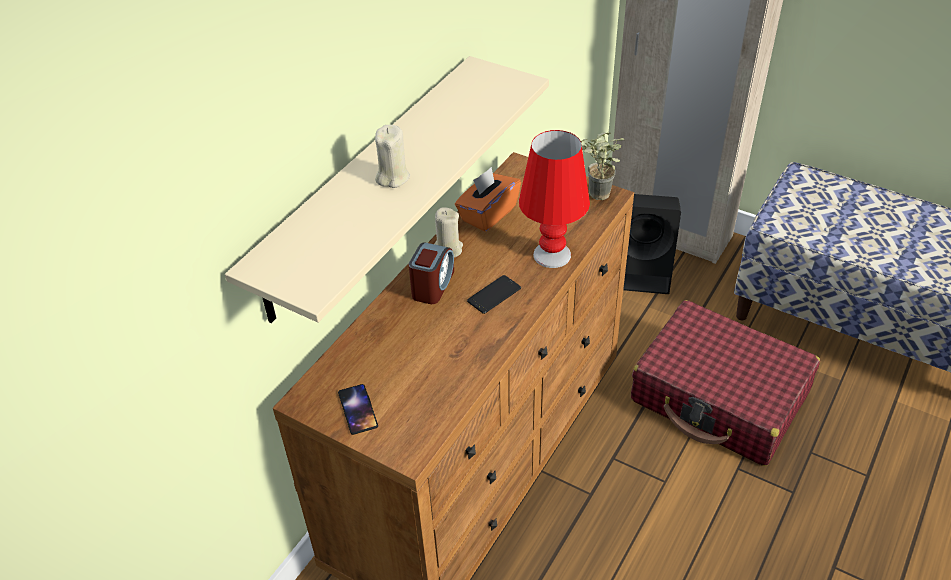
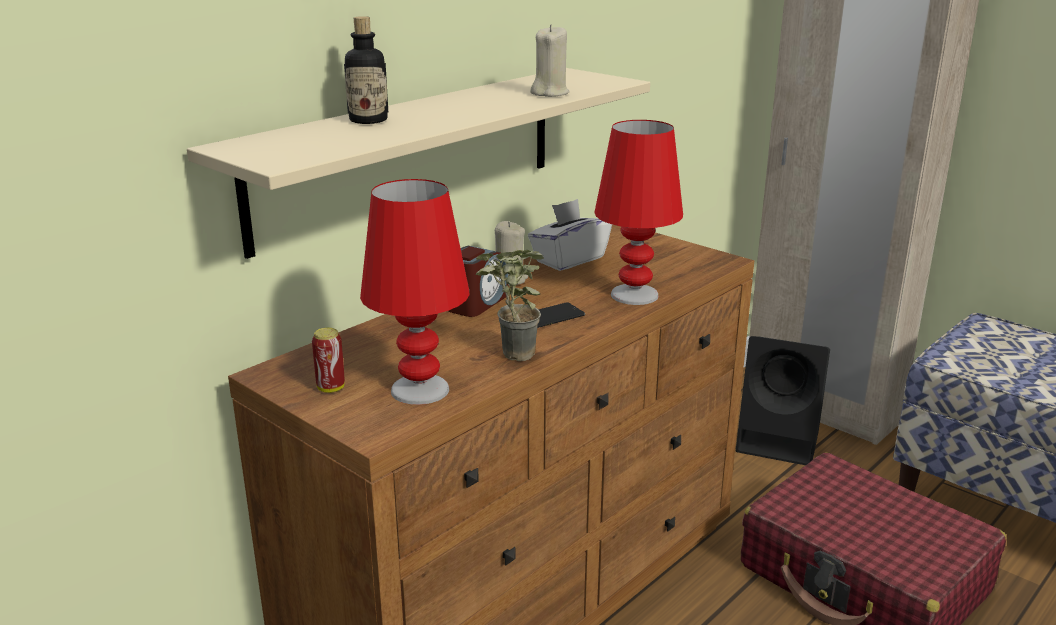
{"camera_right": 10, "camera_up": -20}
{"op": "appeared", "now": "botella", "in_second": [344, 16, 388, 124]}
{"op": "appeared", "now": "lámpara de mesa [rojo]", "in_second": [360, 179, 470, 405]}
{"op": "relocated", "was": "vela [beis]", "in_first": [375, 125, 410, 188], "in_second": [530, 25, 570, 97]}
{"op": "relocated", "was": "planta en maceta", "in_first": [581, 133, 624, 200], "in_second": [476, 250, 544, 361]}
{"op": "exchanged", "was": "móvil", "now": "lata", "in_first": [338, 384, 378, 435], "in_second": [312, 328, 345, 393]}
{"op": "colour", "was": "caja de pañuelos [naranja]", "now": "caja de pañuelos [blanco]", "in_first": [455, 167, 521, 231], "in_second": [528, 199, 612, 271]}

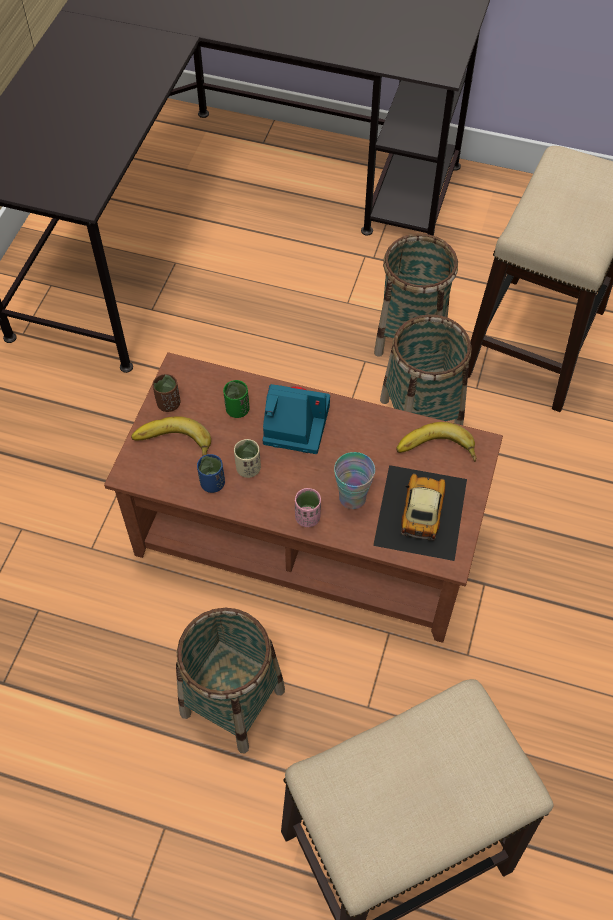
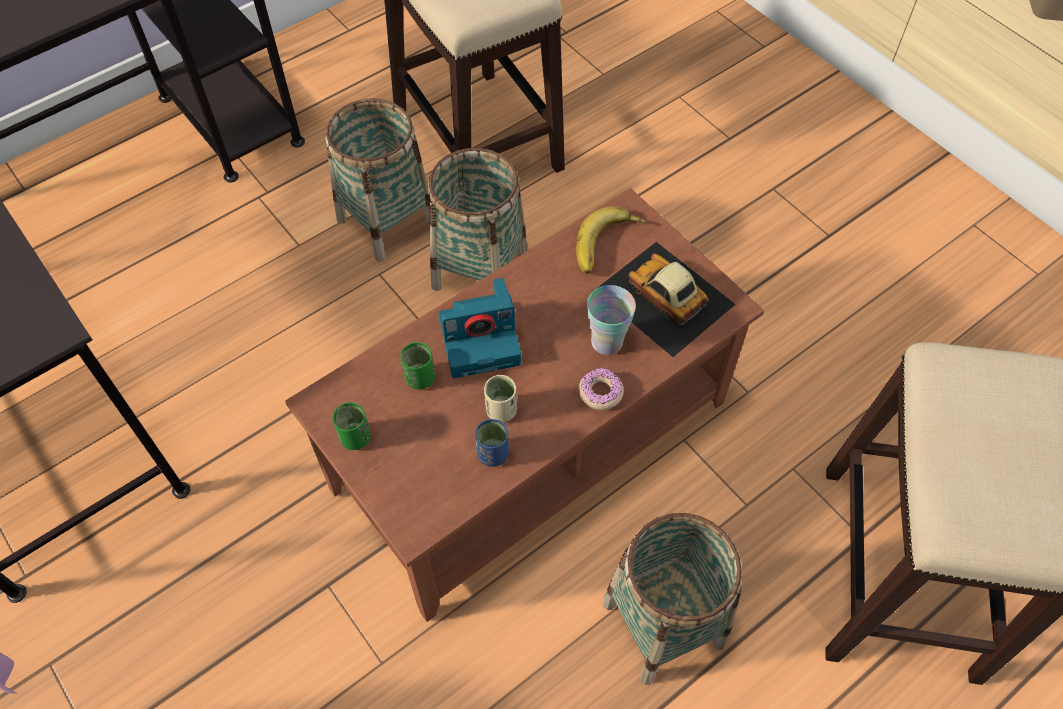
{"camera_right": -55, "camera_up": 0}
{"op": "missing", "was": "plátano", "in_first": [131, 417, 211, 456]}
{"op": "exchanged", "was": "taza [rosa]", "now": "rosquilla", "in_first": [295, 488, 321, 527], "in_second": [579, 368, 624, 410]}
{"op": "colour", "was": "taza [marrón]", "now": "taza [verde]", "in_first": [152, 374, 180, 412], "in_second": [332, 402, 371, 450]}
{"op": "spun", "was": "cámara", "in_first": [263, 384, 330, 454], "in_second": [439, 278, 521, 378], "clockwise": -150}

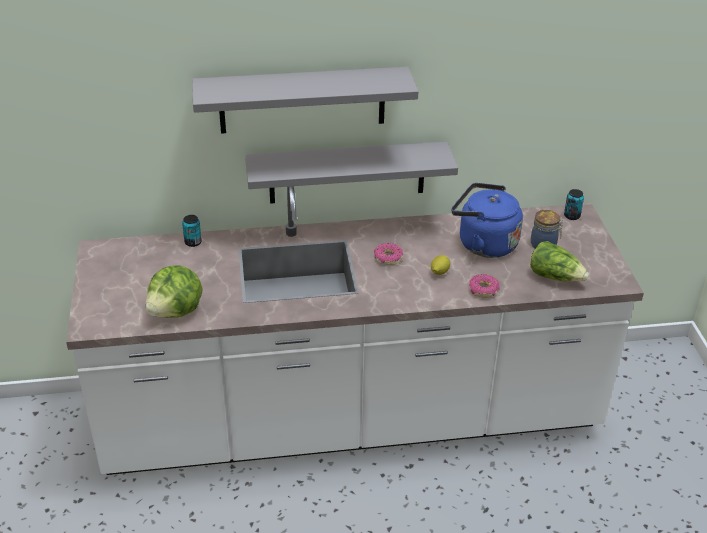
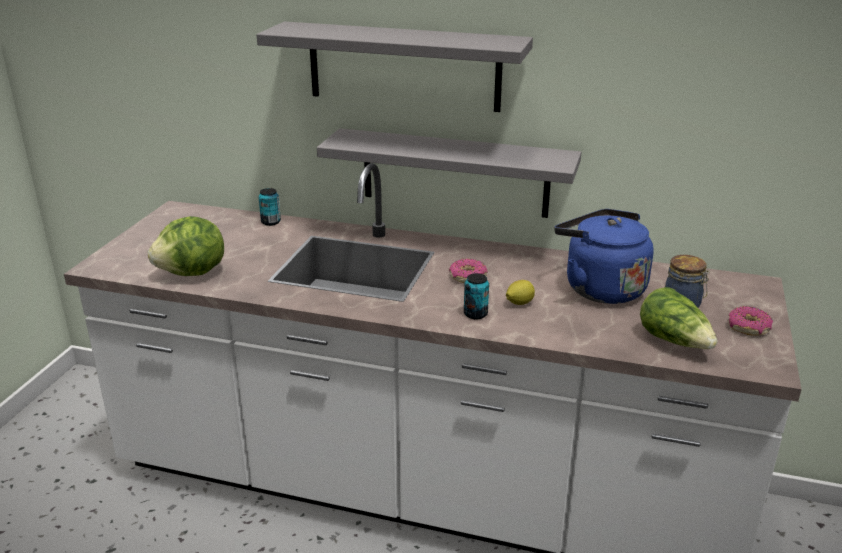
{"camera_right": 25, "camera_up": -10}
{"op": "relocated", "was": "rosquilla", "in_first": [469, 274, 500, 298], "in_second": [728, 306, 773, 336]}
{"op": "relocated", "was": "lata", "in_first": [564, 189, 584, 220], "in_second": [464, 273, 489, 319]}

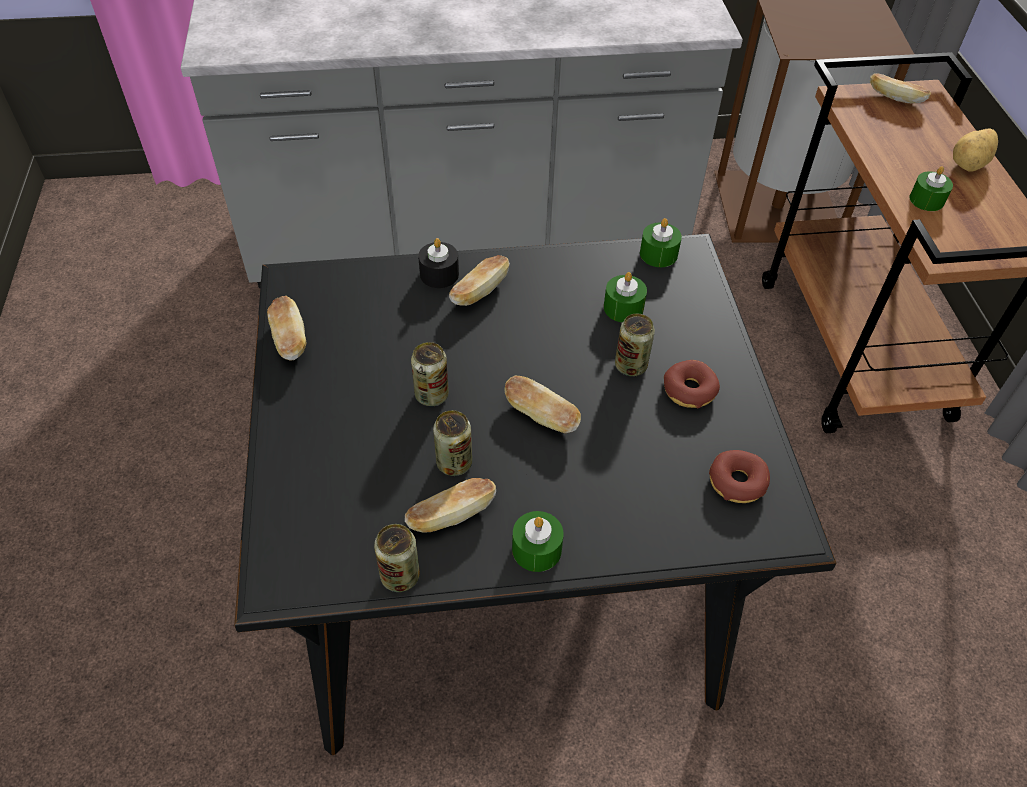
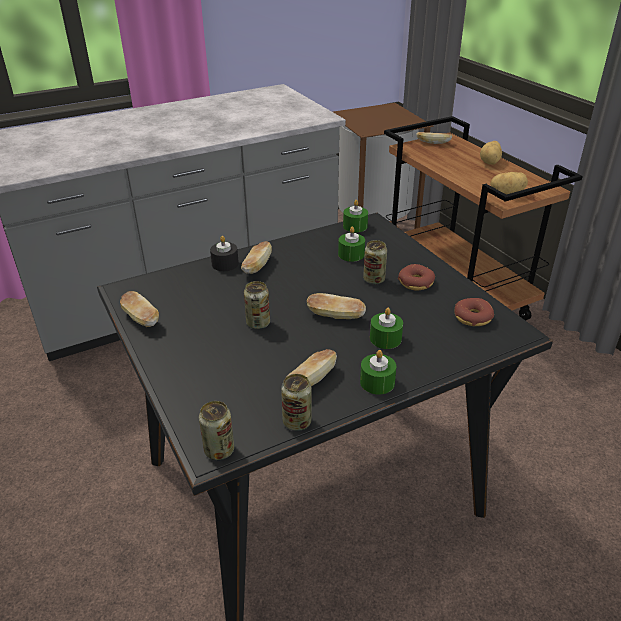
{"camera_right": -20, "camera_up": -15}
{"op": "appeared", "now": "patata", "in_second": [490, 172, 528, 195]}
{"op": "relocated", "was": "lata", "in_first": [433, 410, 472, 476], "in_second": [199, 401, 234, 460]}
{"op": "relocated", "was": "vela [verde]", "in_first": [909, 166, 953, 211], "in_second": [370, 308, 403, 349]}

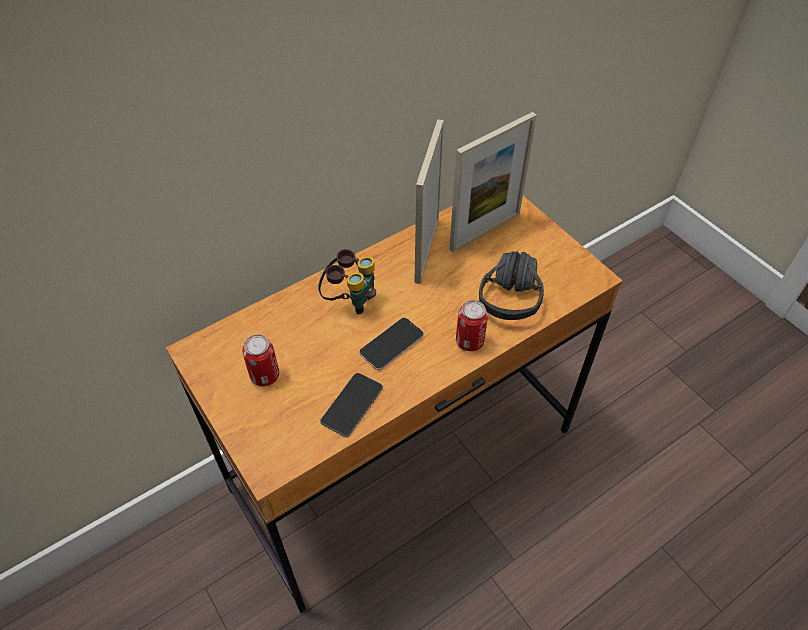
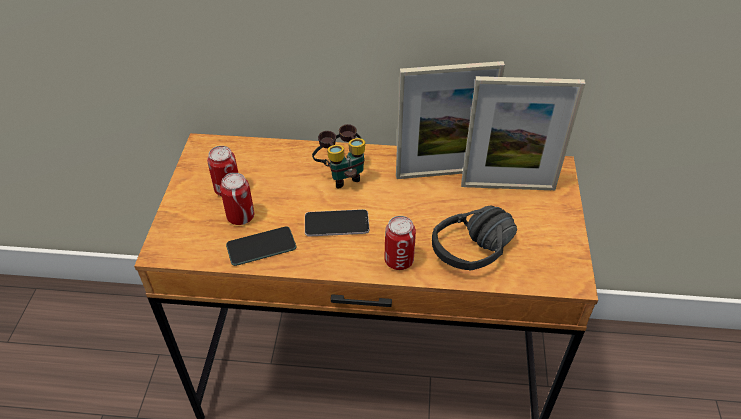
{"camera_right": 40, "camera_up": -5}
{"op": "appeared", "now": "lata", "in_second": [220, 173, 254, 225]}
{"op": "spun", "was": "portarretratos", "in_first": [414, 119, 444, 284], "in_second": [396, 61, 505, 179], "clockwise": -150}

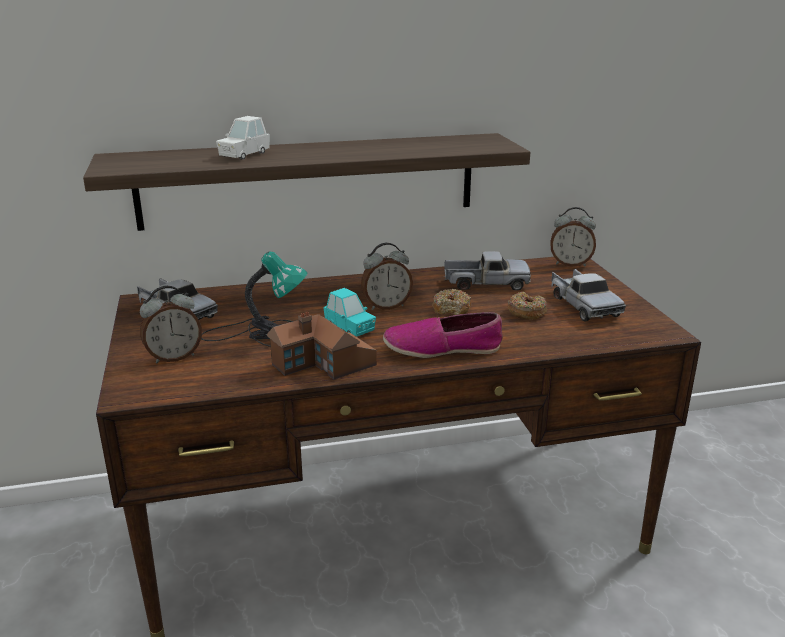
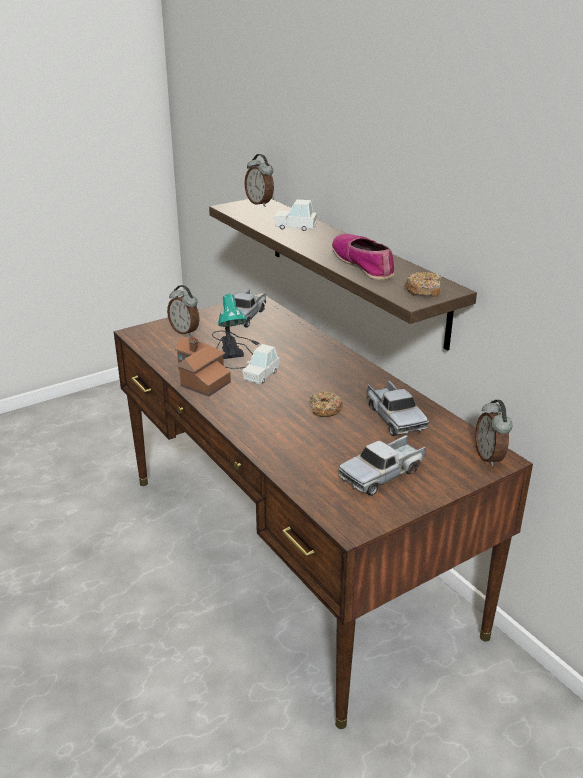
{"camera_right": 70, "camera_up": 5}
{"op": "relocated", "was": "despertador", "in_first": [361, 243, 413, 310], "in_second": [245, 154, 274, 207]}
{"op": "relocated", "was": "zapato", "in_first": [383, 312, 503, 358], "in_second": [332, 234, 395, 280]}
{"op": "relocated", "was": "rosquilla", "in_first": [508, 292, 547, 320], "in_second": [405, 272, 442, 298]}
{"op": "colour", "was": "coche de juguete [turquesa]", "now": "coche de juguete [blanco]", "in_first": [323, 288, 376, 337], "in_second": [242, 344, 280, 384]}

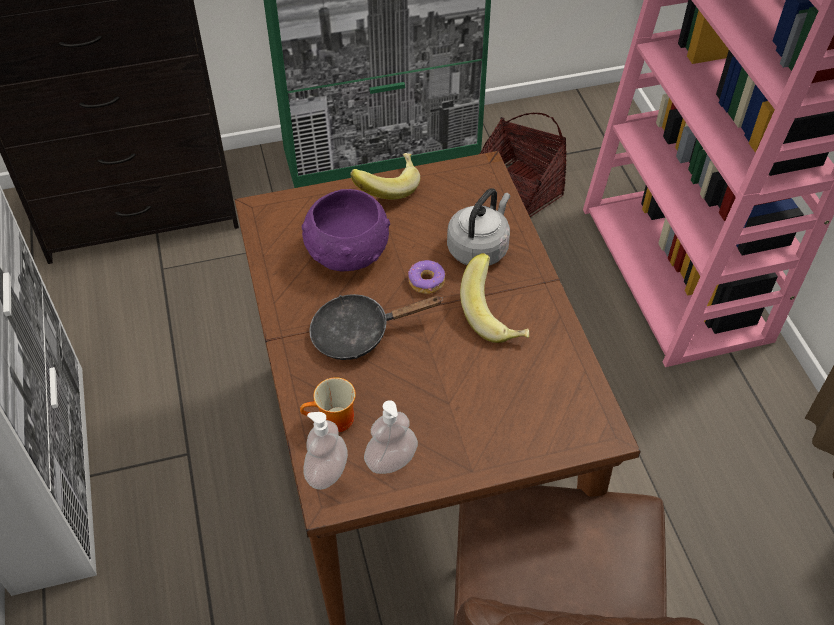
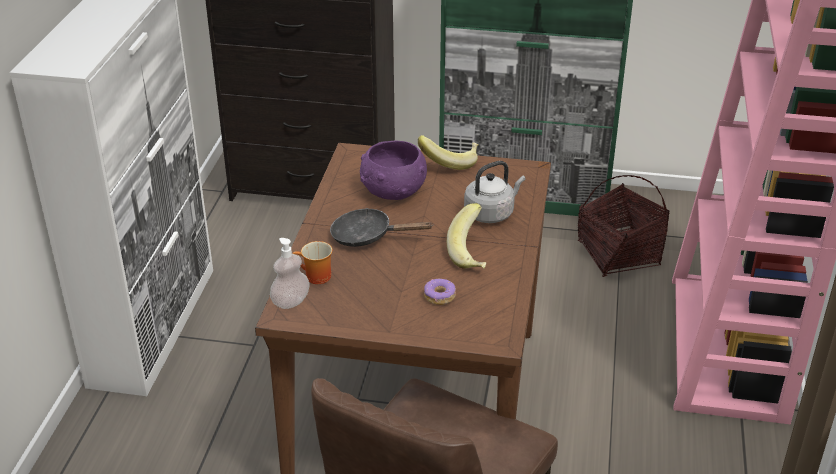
{"camera_right": 25, "camera_up": -15}
{"op": "missing", "was": "dispensador de jabón", "in_first": [364, 400, 418, 474]}
{"op": "relocated", "was": "rosquilla", "in_first": [408, 260, 445, 294], "in_second": [424, 279, 456, 305]}

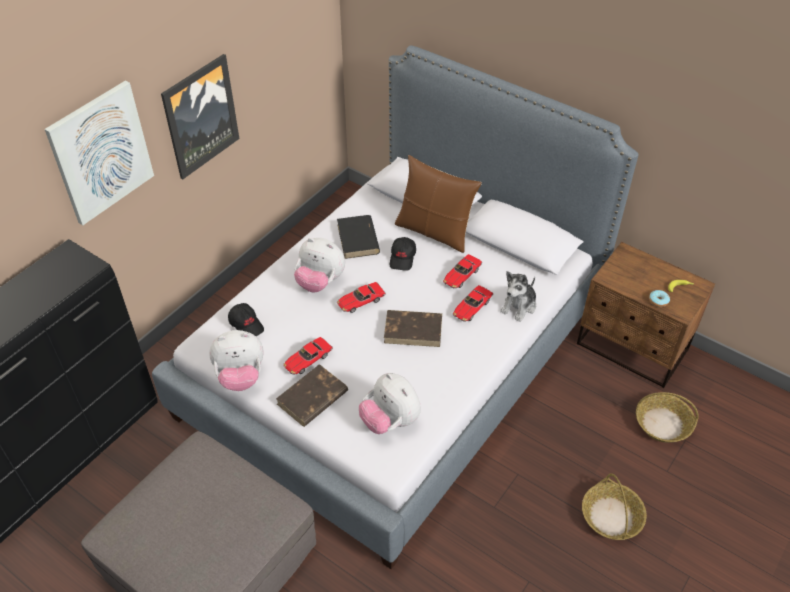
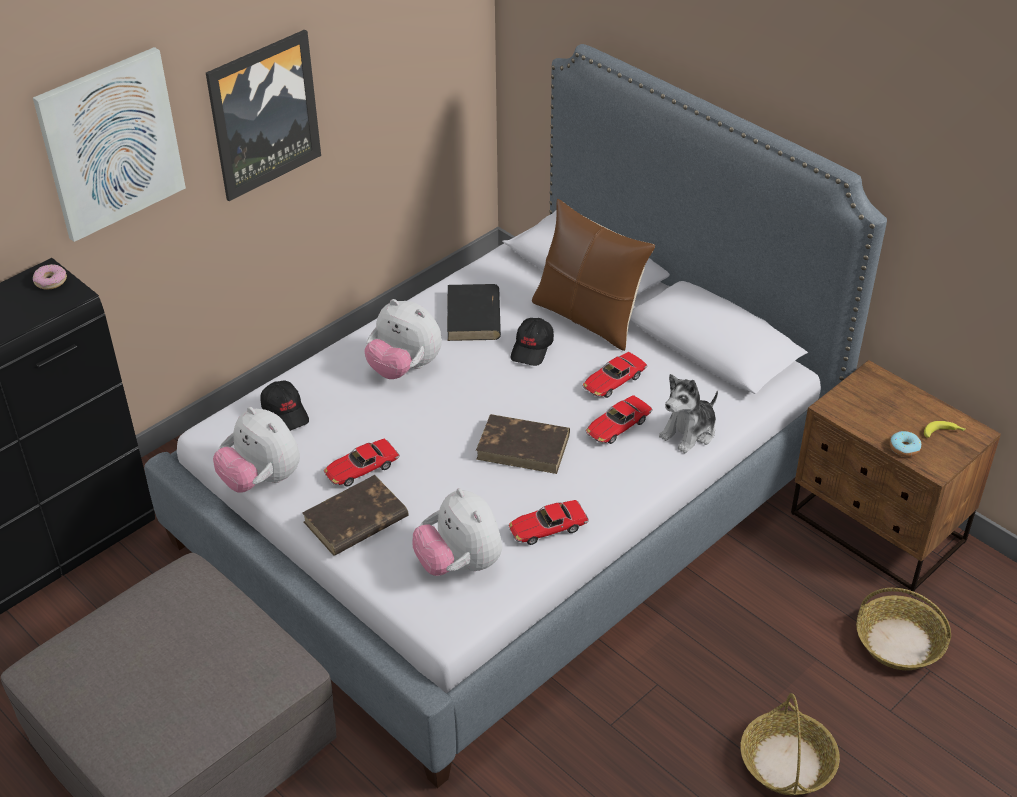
{"camera_right": 10, "camera_up": -5}
{"op": "appeared", "now": "rosquilla", "in_second": [33, 264, 67, 290]}
{"op": "relocated", "was": "coche de juguete", "in_first": [337, 282, 386, 313], "in_second": [508, 500, 589, 545]}
{"op": "spun", "was": "peluche", "in_first": [209, 330, 263, 391], "in_second": [213, 407, 300, 493], "clockwise": 45}

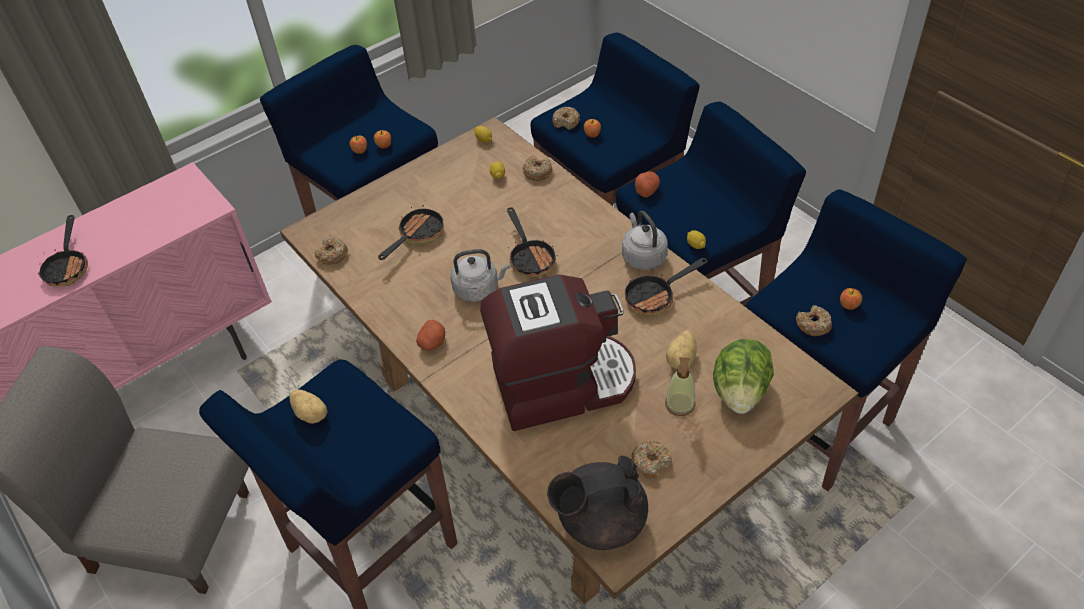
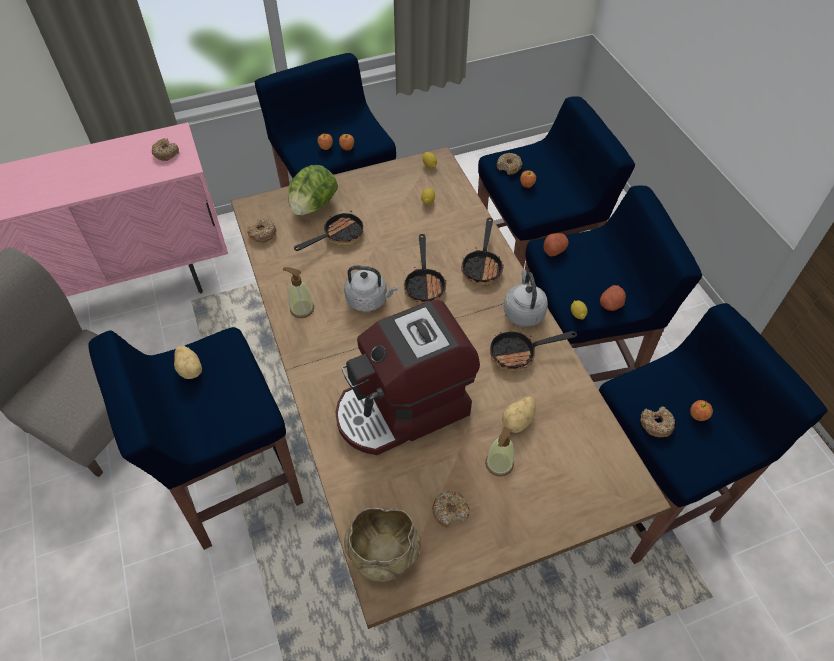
{"camera_right": 15, "camera_up": 5}
{"op": "appeared", "now": "dispensador de jabón", "in_second": [282, 267, 314, 318]}
{"op": "relocated", "was": "sartén", "in_first": [38, 215, 88, 286], "in_second": [461, 218, 504, 285]}
{"op": "relocated", "was": "patata", "in_first": [416, 320, 445, 351], "in_second": [600, 285, 626, 311]}
{"op": "relocated", "was": "rosquilla", "in_first": [523, 156, 553, 181], "in_second": [152, 138, 179, 161]}
{"op": "relocated", "was": "lechuga", "in_first": [713, 339, 774, 414], "in_second": [288, 165, 338, 215]}
{"op": "exchanged", "was": "tetera [negro]", "now": "cuenco [beis]", "in_first": [547, 455, 648, 550], "in_second": [344, 507, 421, 582]}
{"op": "spun", "was": "cafetera", "in_first": [480, 274, 636, 431], "in_second": [336, 300, 480, 455], "clockwise": 150}

